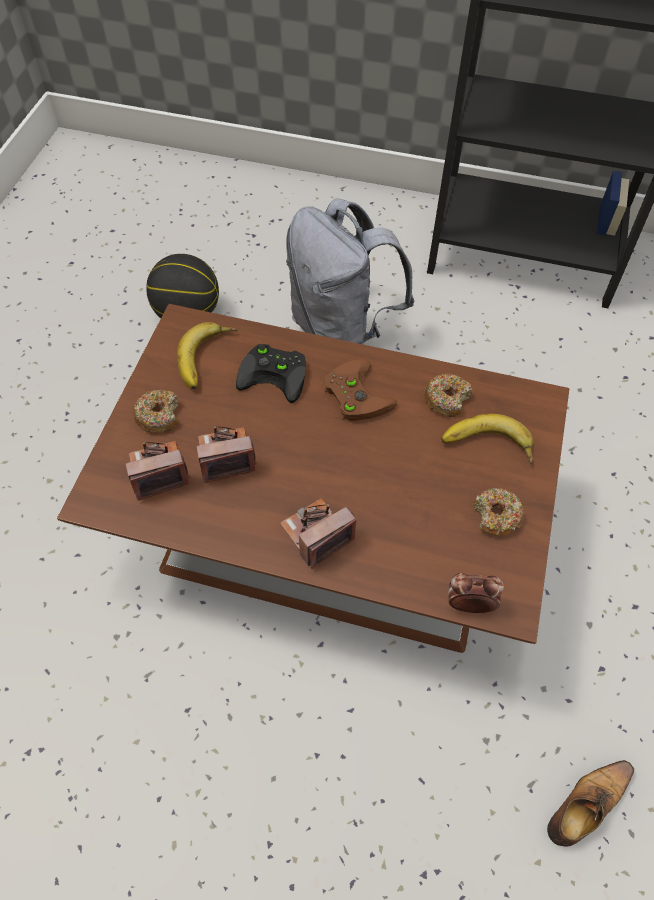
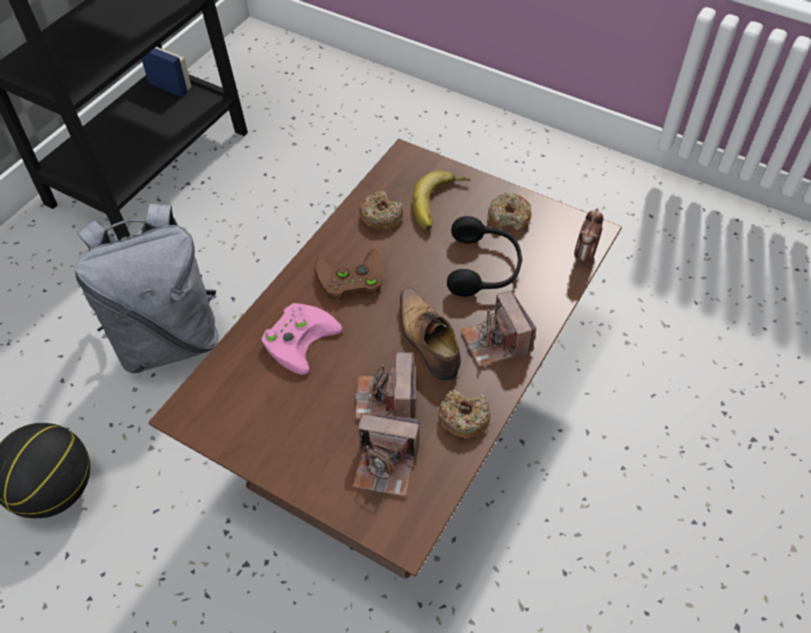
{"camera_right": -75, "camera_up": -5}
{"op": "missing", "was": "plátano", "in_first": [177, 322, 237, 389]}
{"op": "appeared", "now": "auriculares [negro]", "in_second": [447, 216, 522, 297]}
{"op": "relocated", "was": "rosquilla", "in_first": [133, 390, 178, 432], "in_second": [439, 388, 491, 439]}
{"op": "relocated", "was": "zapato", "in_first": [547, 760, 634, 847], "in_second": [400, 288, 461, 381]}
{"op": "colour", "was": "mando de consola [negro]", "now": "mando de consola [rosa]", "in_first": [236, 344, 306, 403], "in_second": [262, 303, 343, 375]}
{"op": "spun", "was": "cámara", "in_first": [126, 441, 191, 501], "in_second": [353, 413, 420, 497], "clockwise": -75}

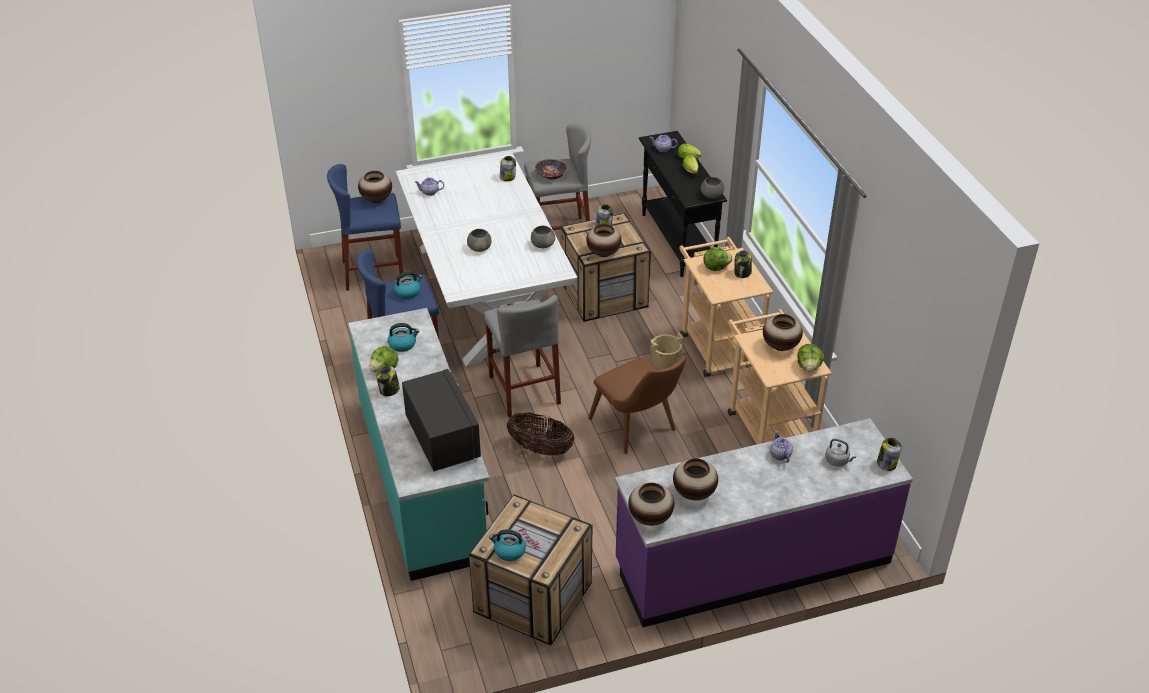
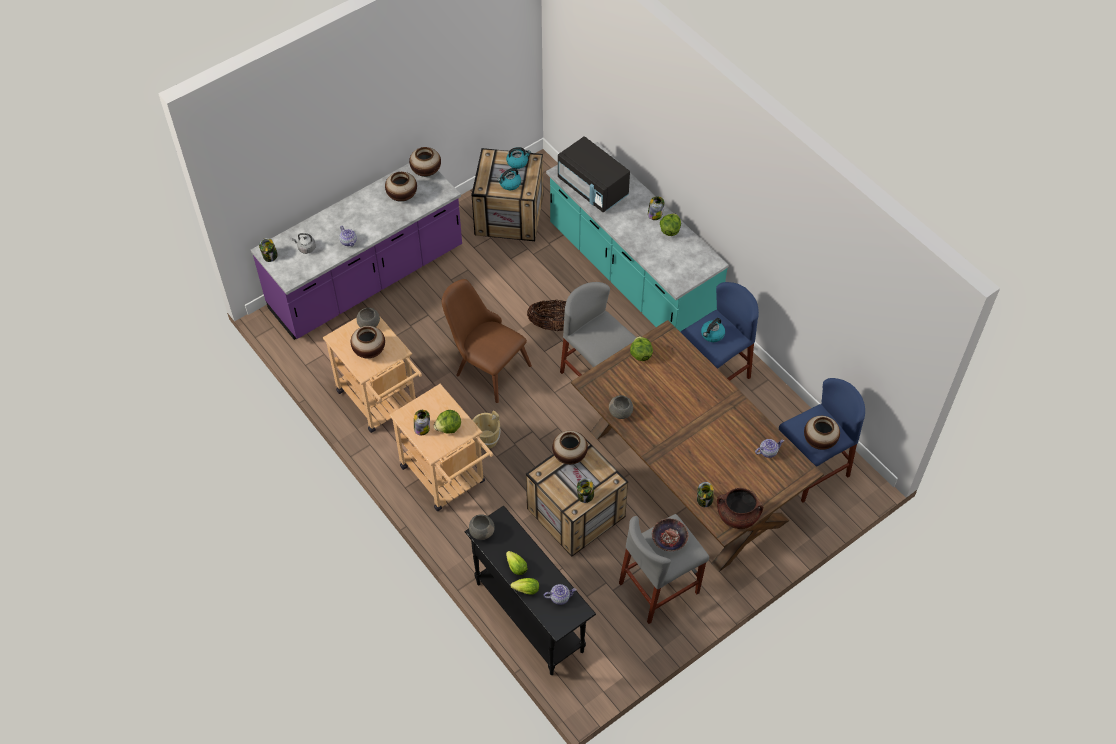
{"camera_right": 160, "camera_up": 15}
{"op": "appeared", "now": "olla [marrón]", "in_second": [717, 488, 763, 529]}
{"op": "relocated", "was": "hervidor", "in_first": [388, 323, 419, 352], "in_second": [497, 168, 521, 190]}
{"op": "relocated", "was": "cuenco [gris]", "in_first": [467, 229, 492, 252], "in_second": [356, 308, 380, 328]}
{"op": "relocated", "was": "lechuga", "in_first": [798, 344, 824, 371], "in_second": [630, 336, 653, 361]}
{"op": "colour", "was": "mesa de comedor [blanco]", "now": "mesa de comedor [marrón]", "in_first": [396, 151, 577, 366], "in_second": [571, 320, 824, 572]}

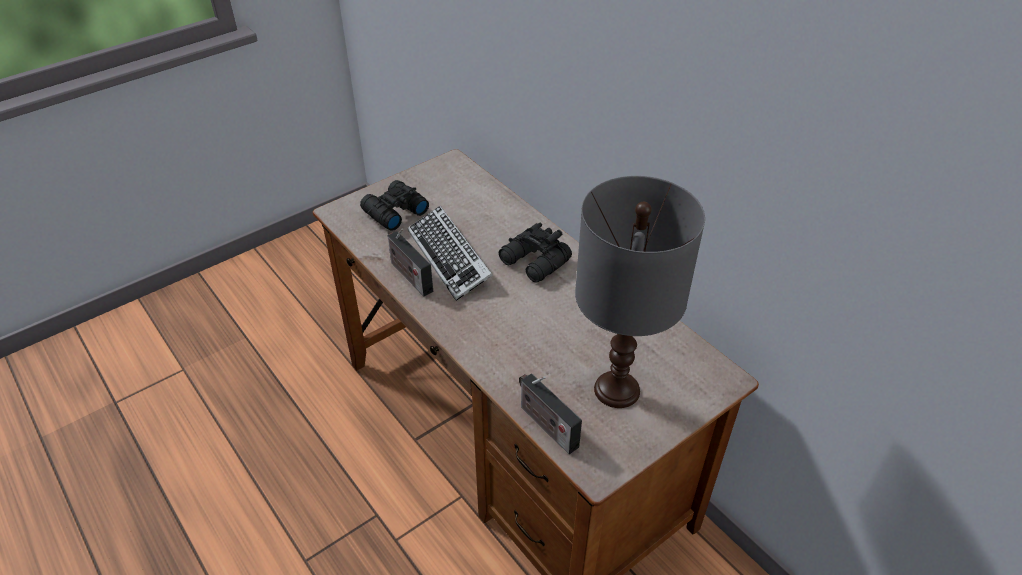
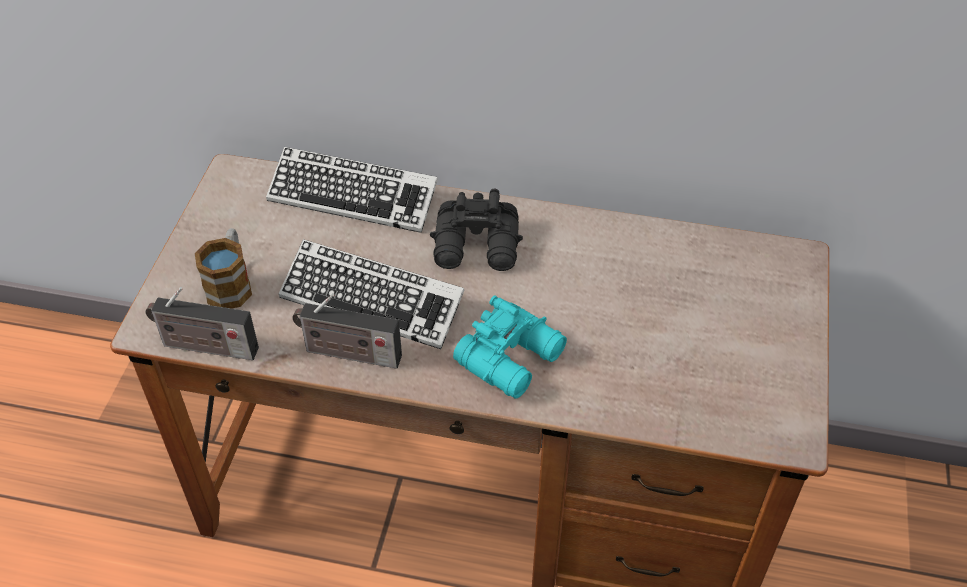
{"camera_right": -40, "camera_up": 5}
{"op": "missing", "was": "lámpara de mesa [gris]", "in_first": [575, 176, 705, 408]}
{"op": "appeared", "now": "teclado", "in_second": [266, 147, 438, 233]}
{"op": "appeared", "now": "prismáticos [turquesa]", "in_second": [453, 295, 567, 399]}
{"op": "relocated", "was": "radio", "in_first": [519, 374, 582, 454], "in_second": [145, 287, 259, 360]}
{"op": "exchanged", "was": "prismáticos [negro]", "now": "taza grande", "in_first": [360, 180, 429, 231], "in_second": [195, 228, 252, 309]}

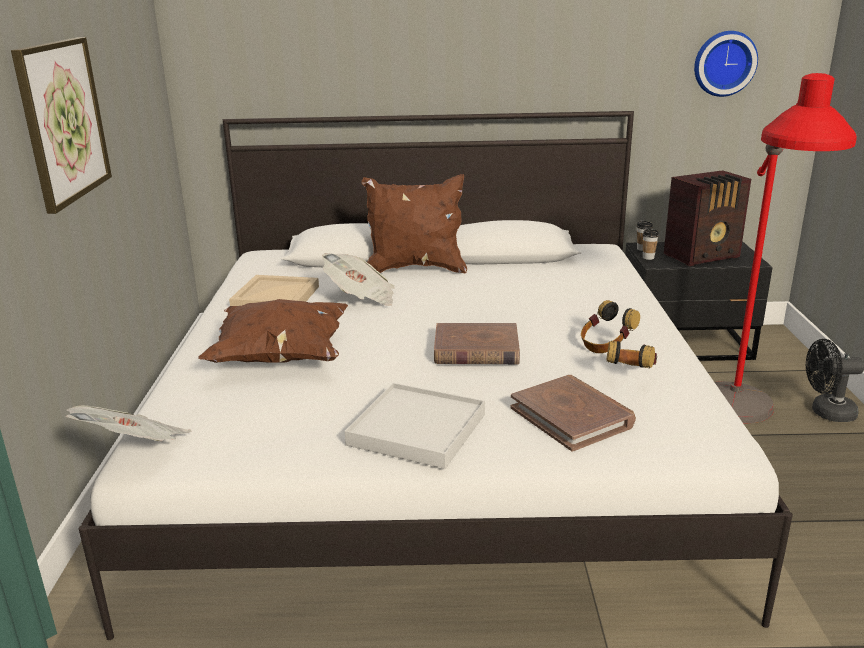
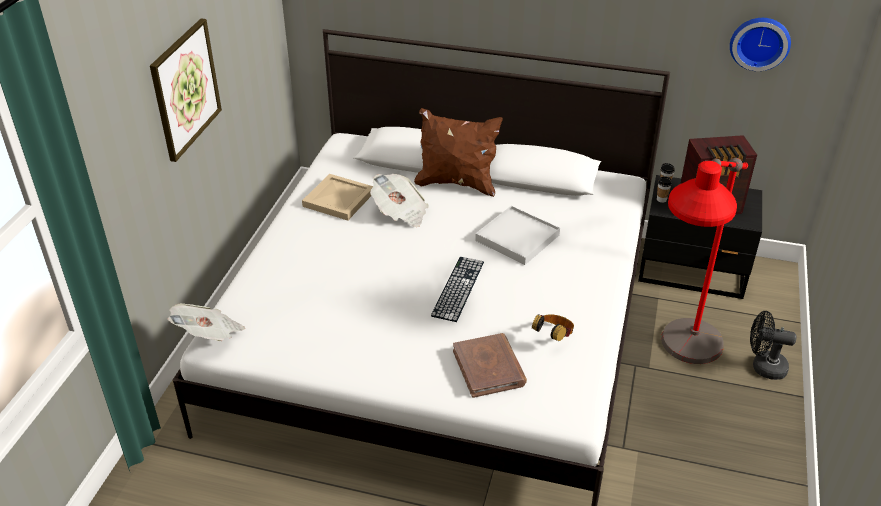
{"camera_right": 15, "camera_up": 15}
{"op": "missing", "was": "cojín [marrón]", "in_first": [198, 299, 348, 363]}
{"op": "missing", "was": "auriculares", "in_first": [581, 300, 640, 353]}
{"op": "relocated", "was": "bandeja [blanco]", "in_first": [345, 383, 485, 469], "in_second": [475, 206, 560, 265]}
{"op": "exchanged", "was": "libro [marrón]", "now": "teclado", "in_first": [434, 323, 520, 364], "in_second": [431, 257, 484, 322]}

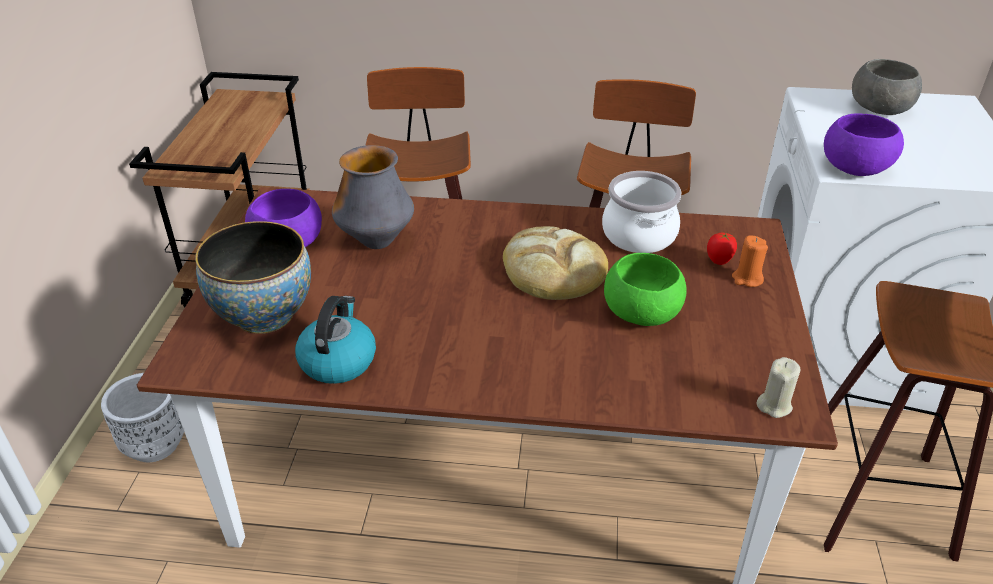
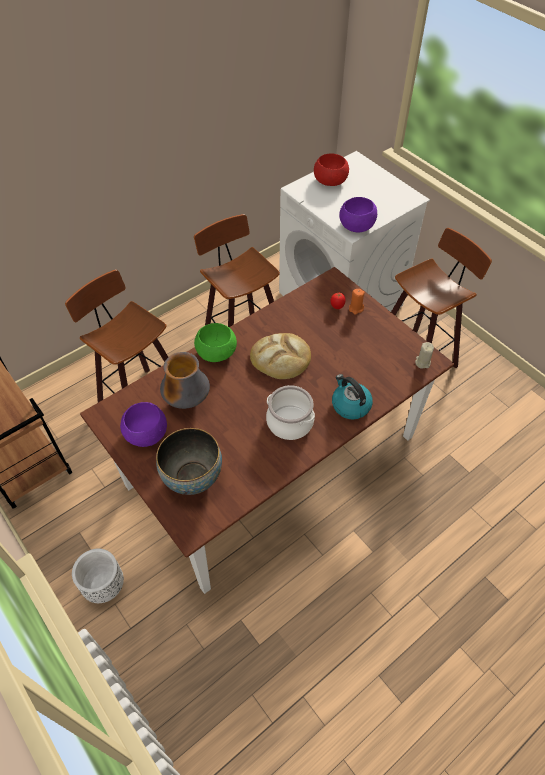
{"camera_right": -45, "camera_up": 15}
{"op": "relocated", "was": "hervidor", "in_first": [295, 296, 376, 384], "in_second": [332, 374, 373, 419]}
{"op": "relocated", "was": "olla", "in_first": [602, 171, 682, 253], "in_second": [266, 385, 315, 440]}
{"op": "relocated", "was": "cuenco [verde]", "in_first": [604, 253, 687, 326], "in_second": [194, 323, 237, 362]}
{"op": "colour", "was": "cuenco [gris]", "now": "cuenco [rojo]", "in_first": [852, 59, 922, 115], "in_second": [314, 153, 349, 186]}

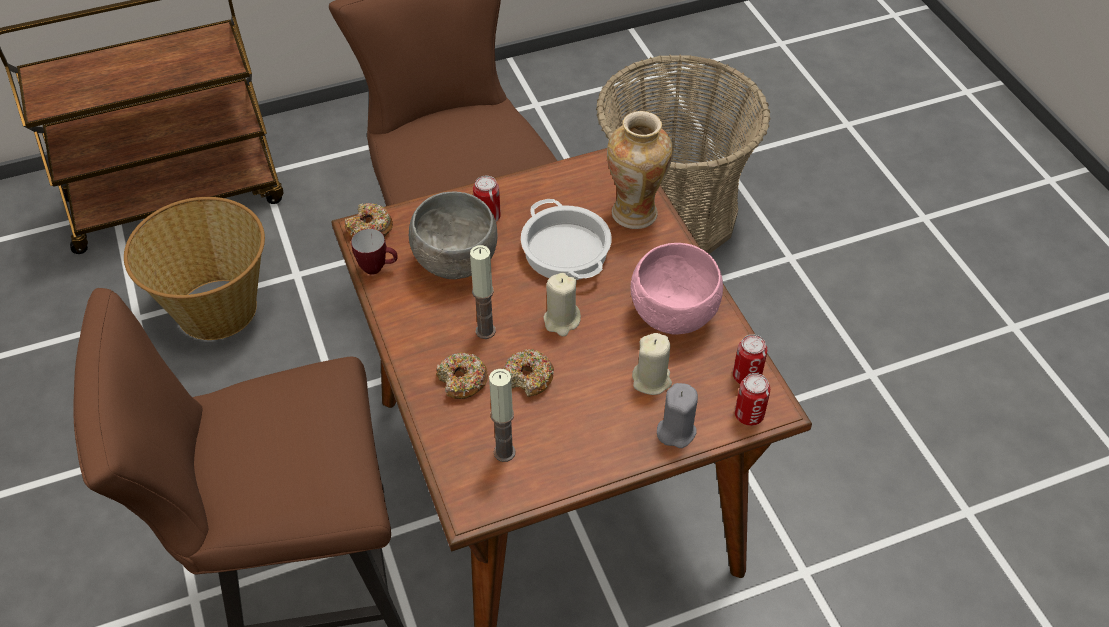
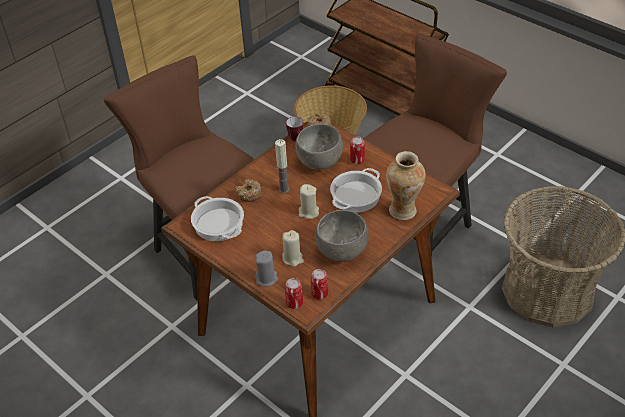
{"camera_right": 65, "camera_up": -5}
{"op": "missing", "was": "rosquilla", "in_first": [503, 349, 554, 397]}
{"op": "exchanged", "was": "vela", "now": "olla", "in_first": [489, 369, 515, 462], "in_second": [191, 196, 244, 241]}
{"op": "colour", "was": "cuenco [rosa]", "now": "cuenco [gris]", "in_first": [630, 243, 723, 334], "in_second": [315, 210, 369, 262]}

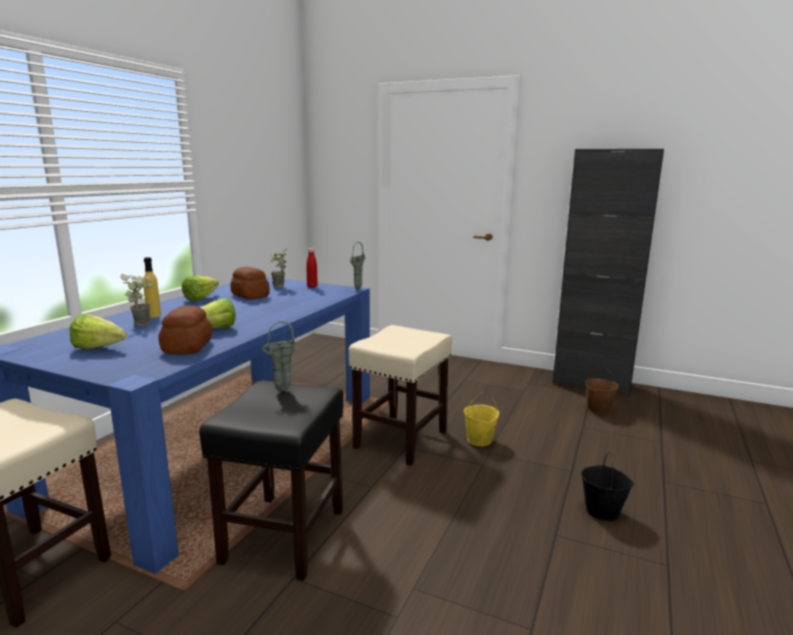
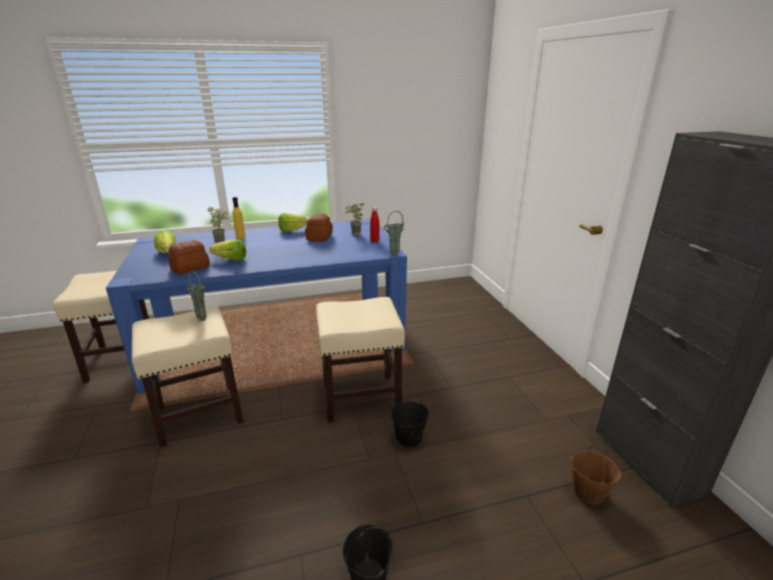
{"camera_right": 50, "camera_up": 10}
{"op": "colour", "was": "taburete [negro]", "now": "taburete [beis]", "in_first": [199, 380, 343, 581], "in_second": [132, 306, 244, 447]}
{"op": "colour", "was": "cubo [amarillo]", "now": "cubo [negro]", "in_first": [464, 392, 499, 446], "in_second": [391, 396, 429, 447]}

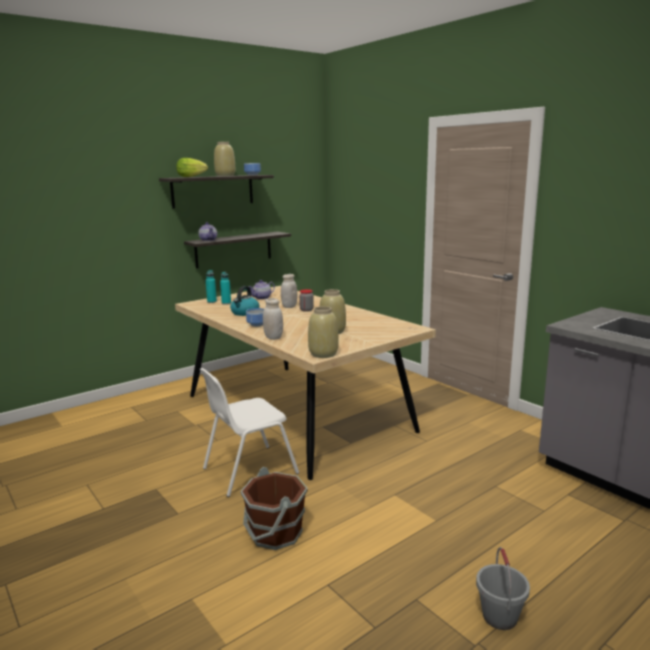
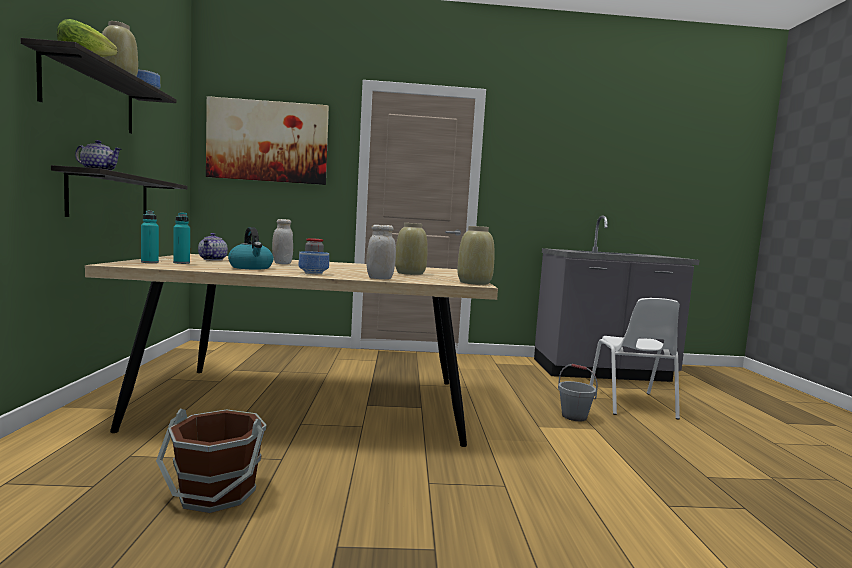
{"camera_right": -55, "camera_up": -10}
{"op": "appeared", "now": "cuadro", "in_second": [206, 96, 329, 185]}
{"op": "relocated", "was": "silla [blanco]", "in_first": [200, 368, 299, 497], "in_second": [589, 298, 680, 420]}
{"op": "relocated", "was": "cubo [marrón]", "in_first": [240, 467, 308, 550], "in_second": [156, 409, 267, 513]}
{"op": "relocated", "was": "cubo [gris]", "in_first": [476, 547, 530, 630], "in_second": [558, 364, 598, 421]}

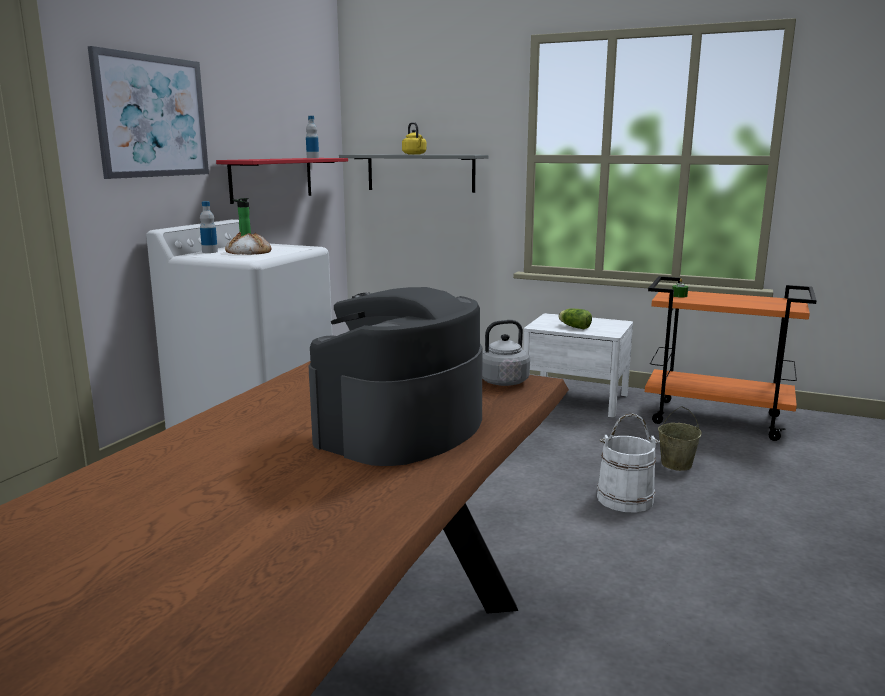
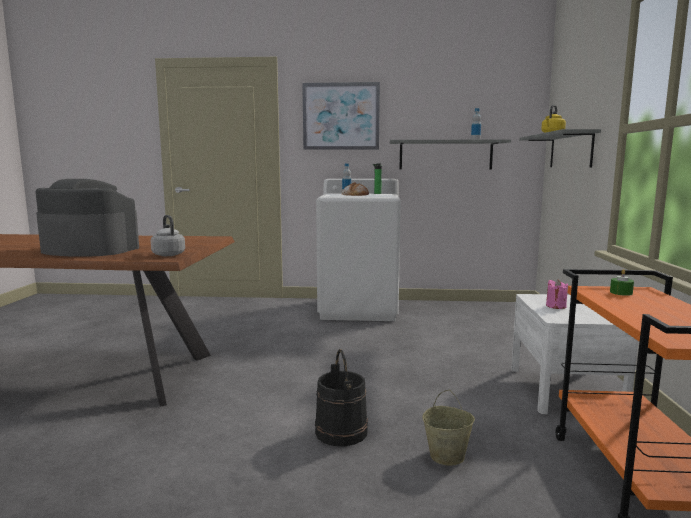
{"camera_right": 70, "camera_up": -5}
{"op": "exchanged", "was": "lechuga", "now": "vela [rosa]", "in_first": [558, 308, 592, 329], "in_second": [546, 279, 568, 309]}
{"op": "colour", "was": "estante [rojo]", "now": "estante [gris]", "in_first": [216, 158, 348, 204], "in_second": [390, 139, 511, 169]}
{"op": "colour", "was": "cubo [blanco]", "now": "cubo [negro]", "in_first": [597, 413, 660, 512], "in_second": [315, 349, 368, 446]}

